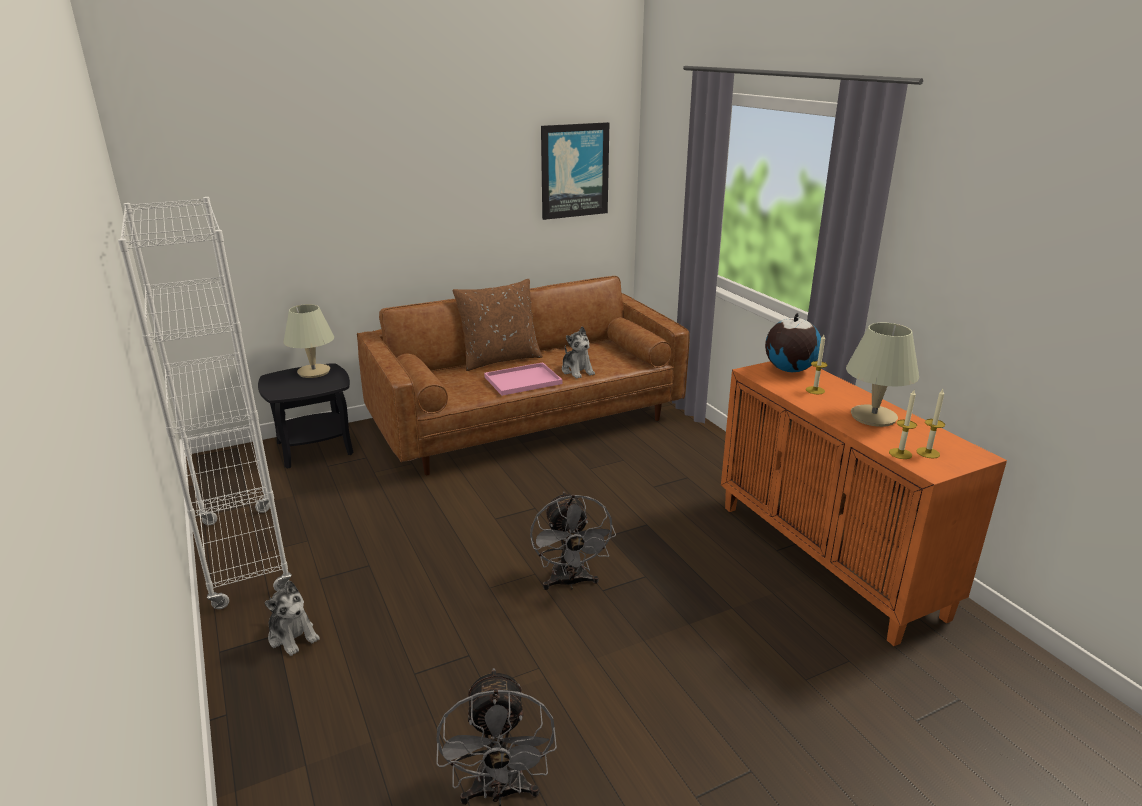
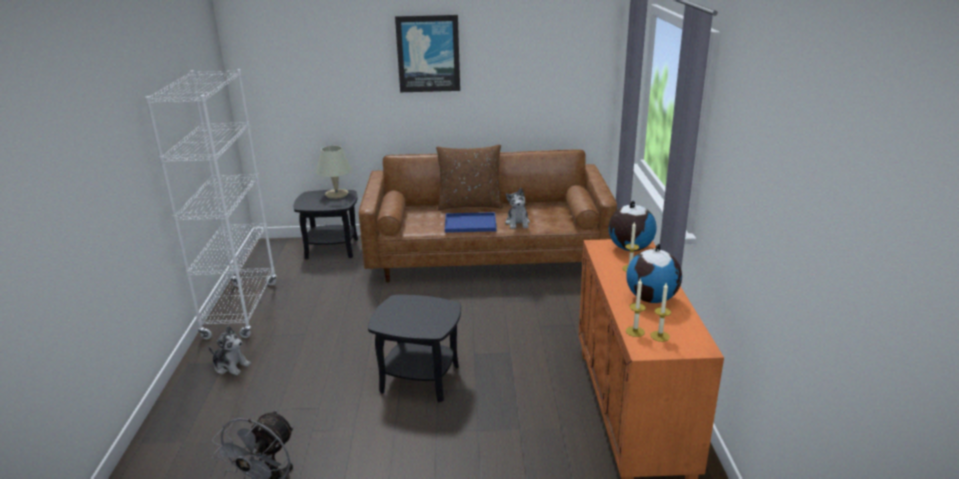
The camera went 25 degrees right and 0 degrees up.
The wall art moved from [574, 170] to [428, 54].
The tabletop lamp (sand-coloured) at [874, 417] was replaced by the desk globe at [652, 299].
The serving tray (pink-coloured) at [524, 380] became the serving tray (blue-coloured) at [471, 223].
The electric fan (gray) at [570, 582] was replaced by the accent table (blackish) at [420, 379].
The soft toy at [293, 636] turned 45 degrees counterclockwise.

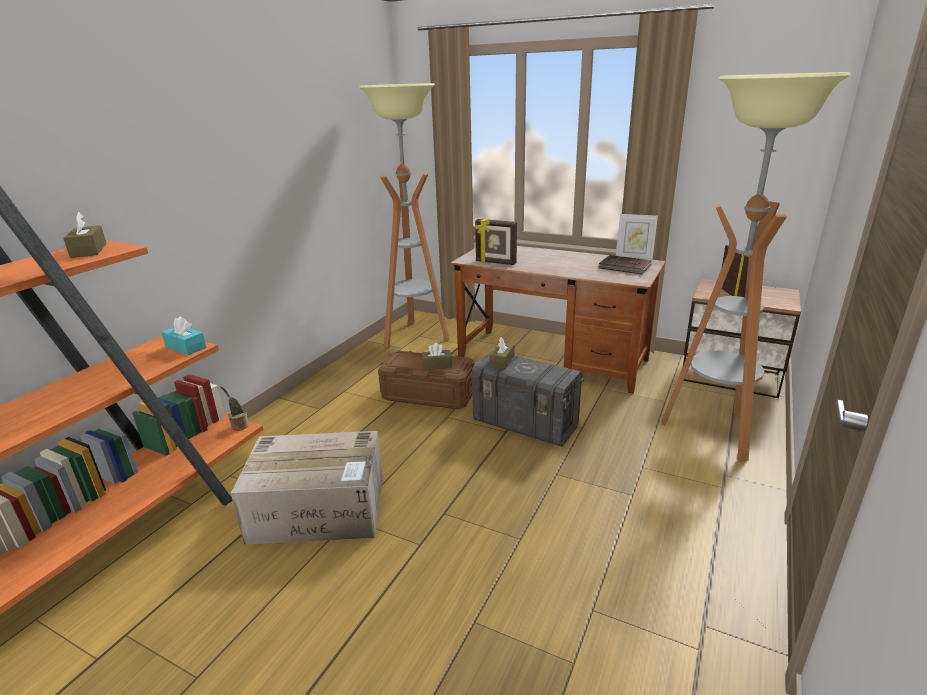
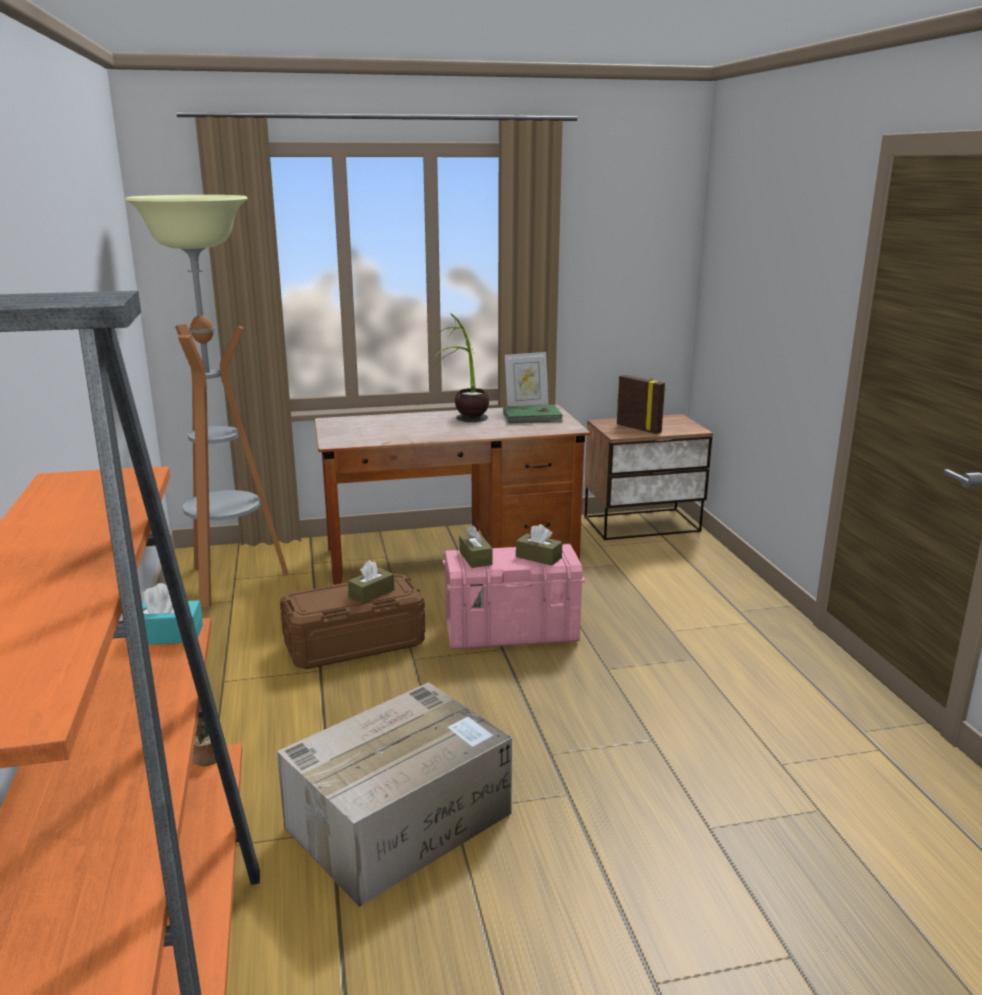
The camera went 40 degrees left and 5 degrees down.
The floor lamp at [714, 431] disappeared.
The tissue box (brown-coloured) moved from [89, 250] to [538, 557].
The standing frame at [495, 262] disappeared.
The volume (brown-coloured) at [625, 267] became the volume (greenish) at [533, 417].
The storage container (gray) at [525, 423] became the storage container (pink-coloured) at [512, 633].
The houseplant at [465, 423] appeared.

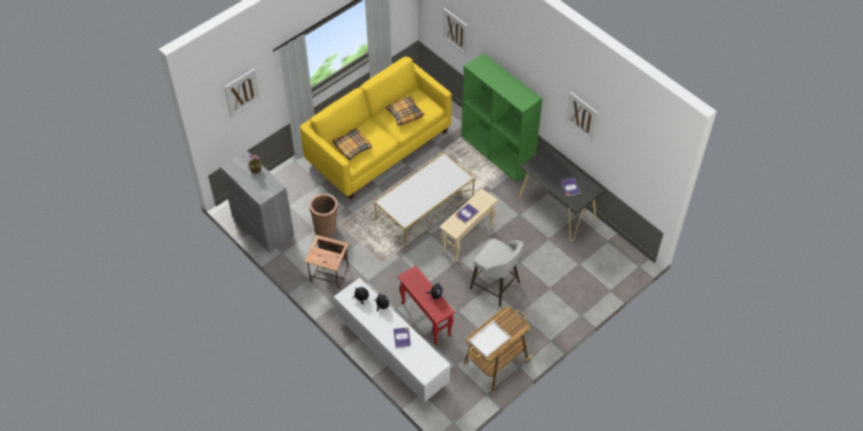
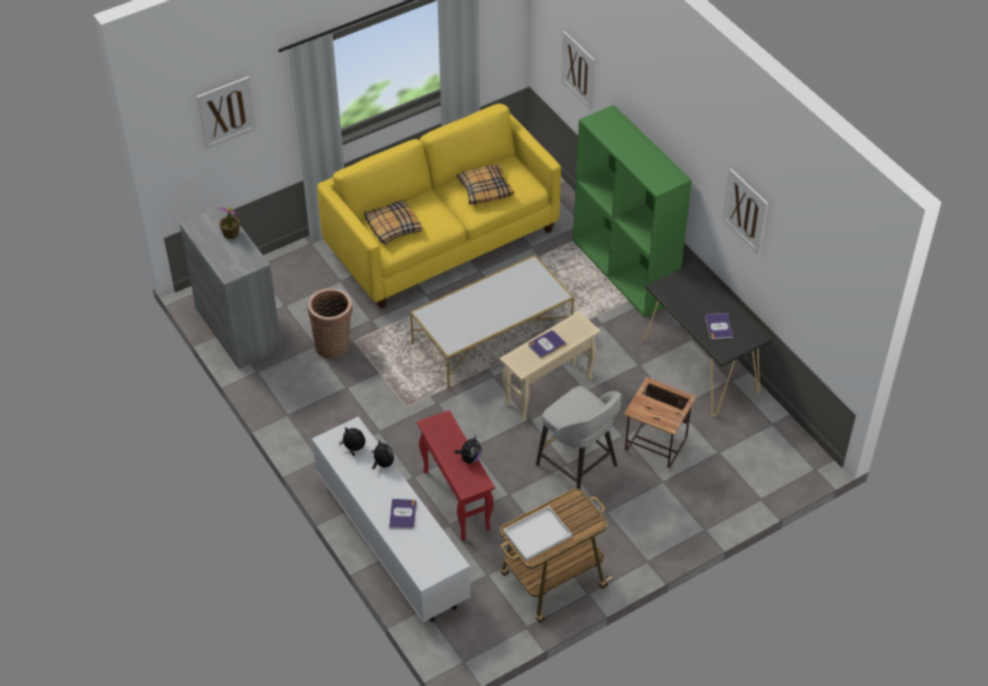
The camera went 10 degrees right and 5 degrees down.
The accent table moved from [330, 275] to [656, 445].

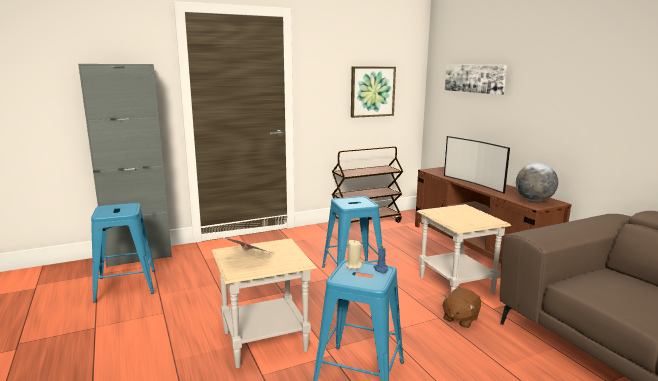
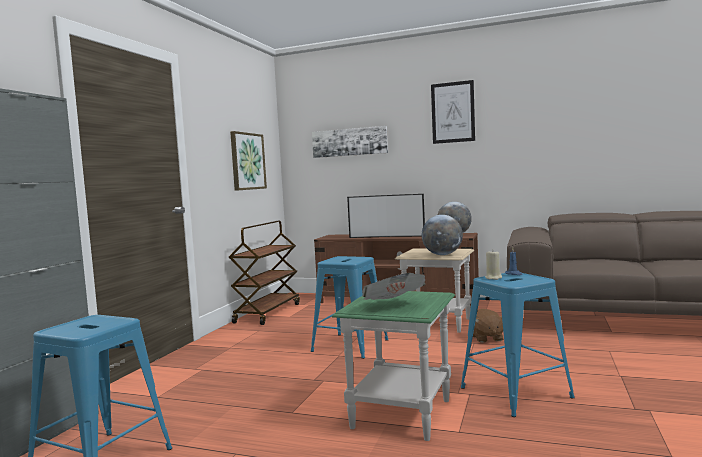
The camera went 45 degrees left and 10 degrees down.
The accent table (sand-coloured) at [264, 341] became the accent table (greenish) at [401, 414].
The wall art at [453, 112] appeared.
The desk globe at [442, 255] appeared.

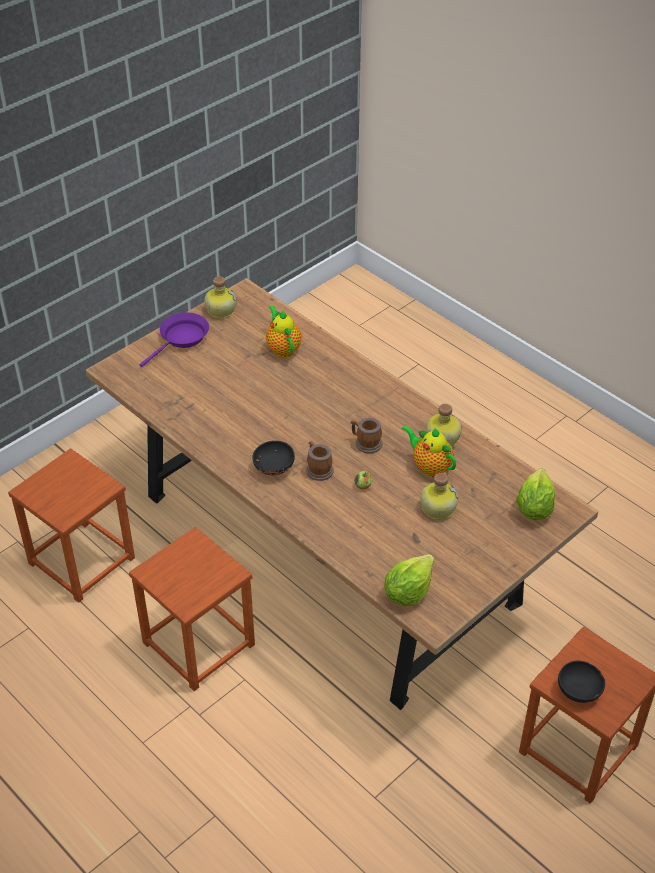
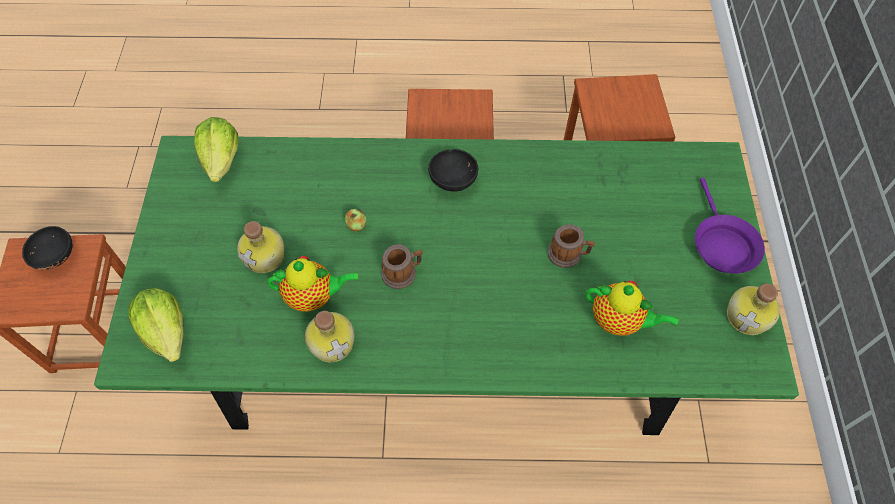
The camera went 135 degrees right and 15 degrees up.
The kitchen table (brown-coloured) at [327, 547] became the kitchen table (greenish) at [447, 340].
The coffee mug moved from [318, 469] to [568, 254].

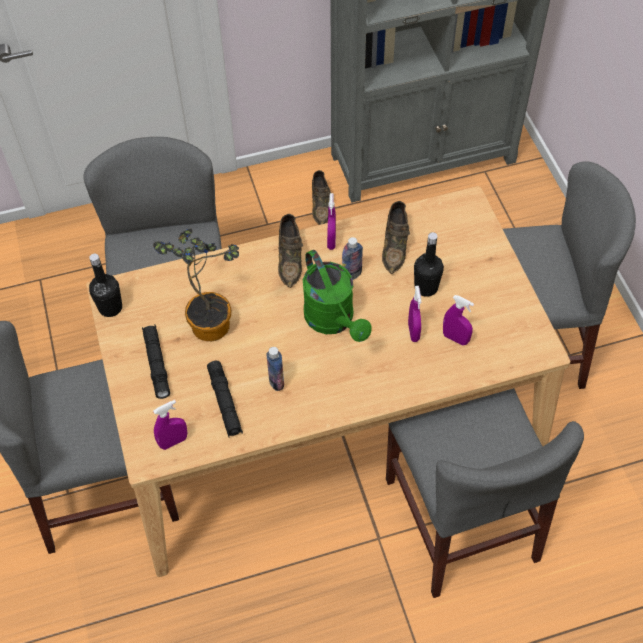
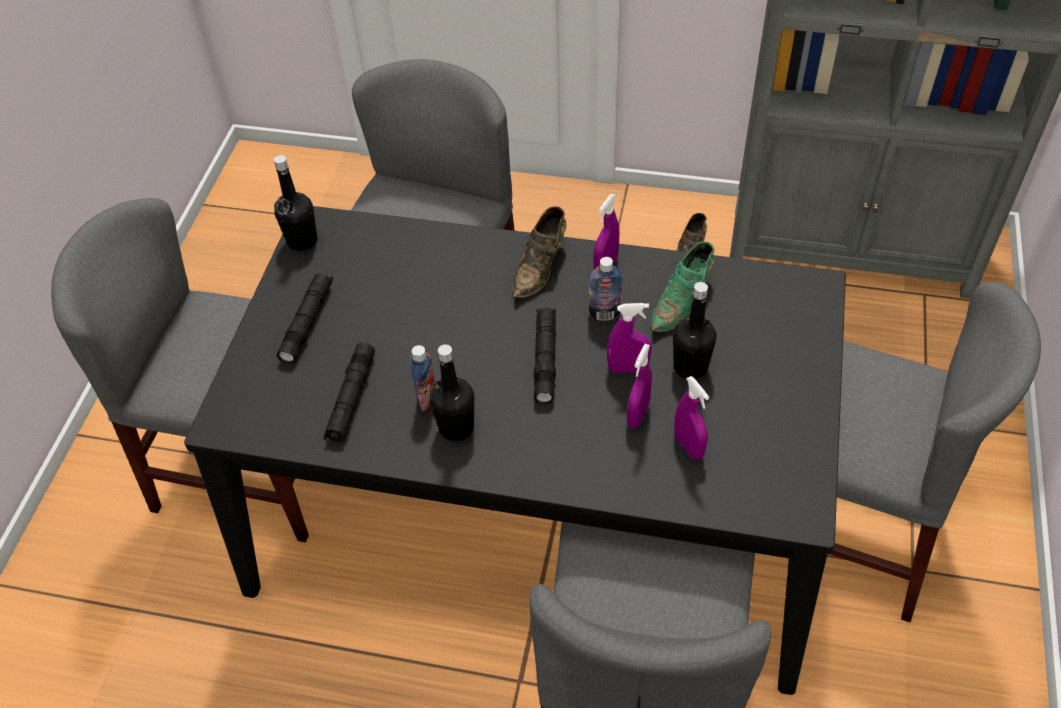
The camera went 30 degrees right and 5 degrees down.
The kitchen table (sand-coloured) at [323, 422] became the kitchen table (blackish) at [538, 507].
The shoe (brown-coloured) at [395, 246] became the shoe (greenish) at [683, 302].
The houseplant at [209, 320] disappeared.
The sprinkling can (greenish) at [334, 321] was replaced by the flashlight (blackish) at [545, 359].
The spray bottle (purple-coloured) moved from [173, 441] to [628, 368].
The drink bottle (blackish) at [456, 427] appeared.

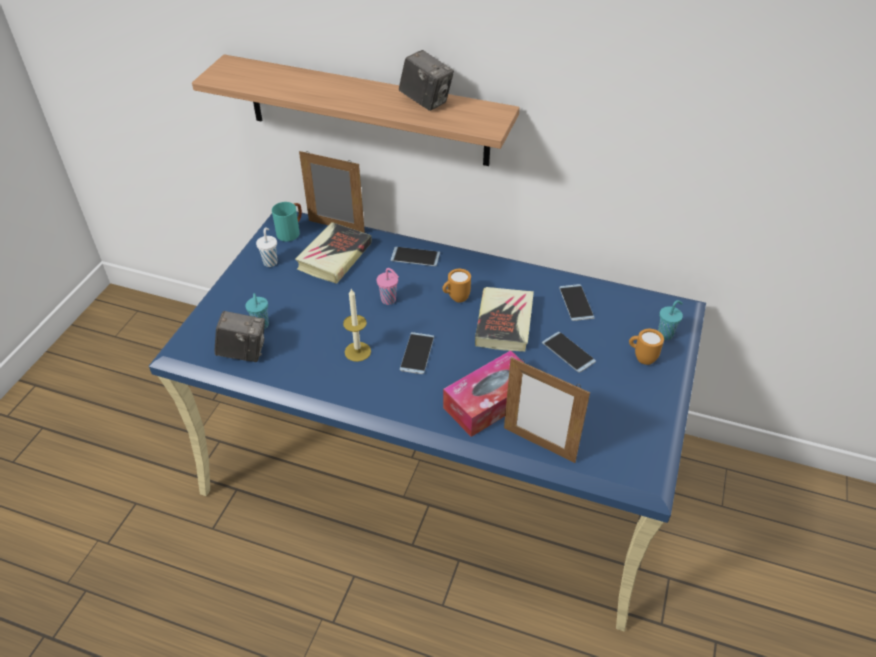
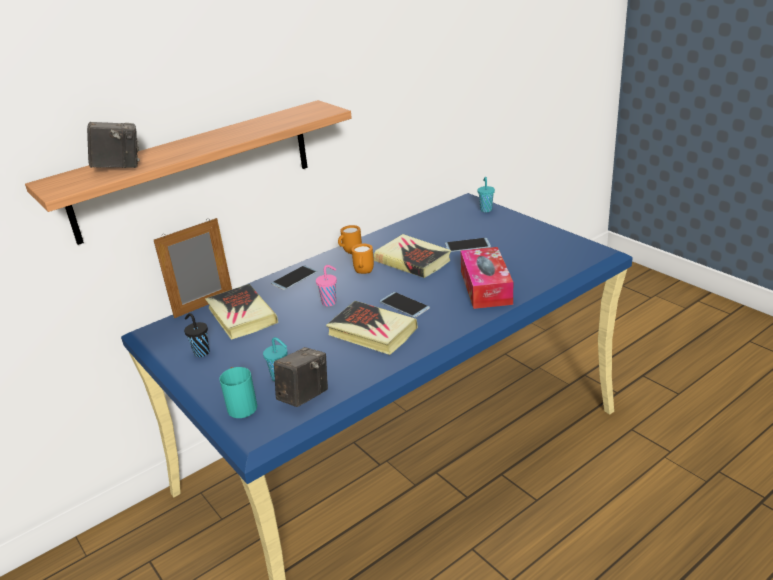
The camera went 55 degrees left and 15 degrees down.
The photo camera moved from [426, 101] to [118, 168].
The coffee mug (blue-green) moved from [291, 232] to [241, 405].
The small cup (white) at [270, 262] became the small cup (blackish) at [201, 352].
The phone at [576, 302] disappeared.
The wax light at [357, 351] was replaced by the volume at [372, 332].
The coffee mug (orange) moved from [641, 358] to [350, 253].
The standing frame at [539, 444] disappeared.

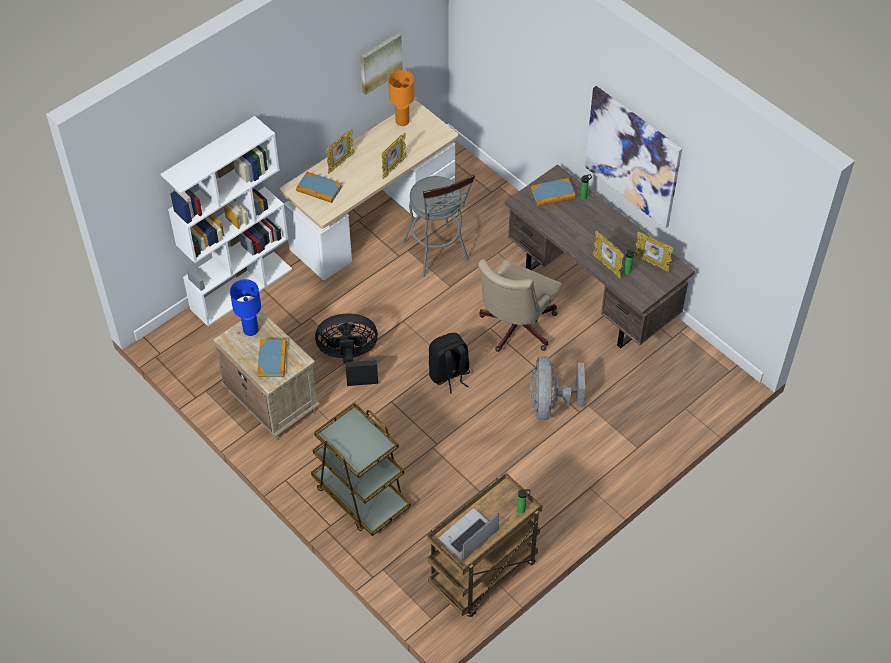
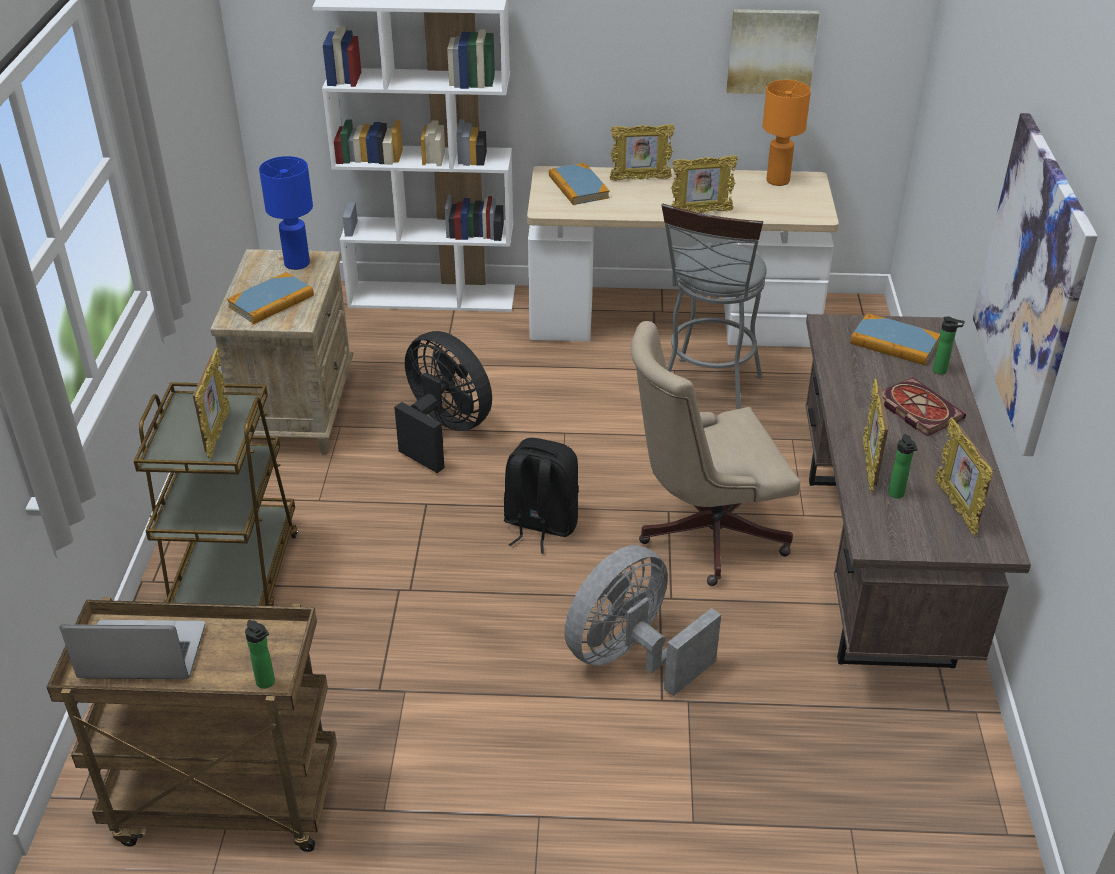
The camera went 45 degrees right and 15 degrees down.
The standing frame at [217, 434] appeared.
The volume at [916, 409] appeared.

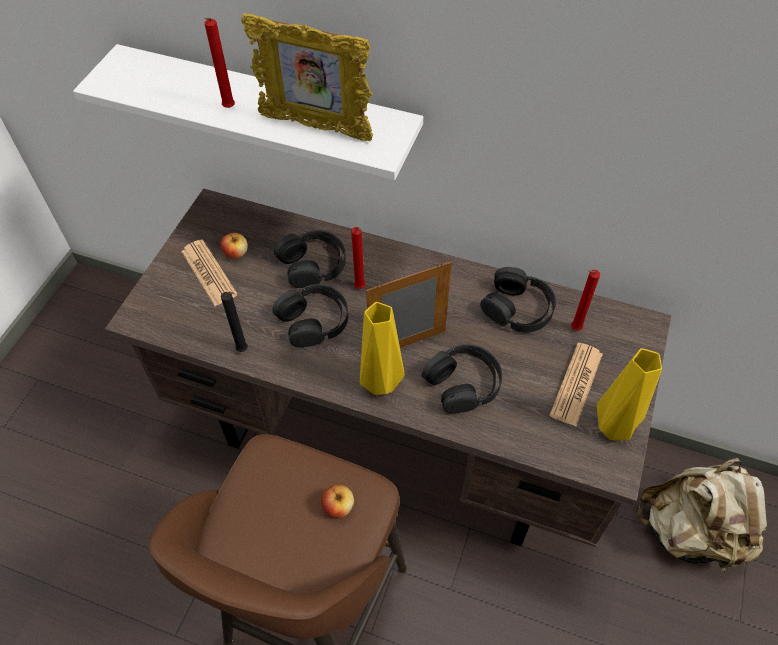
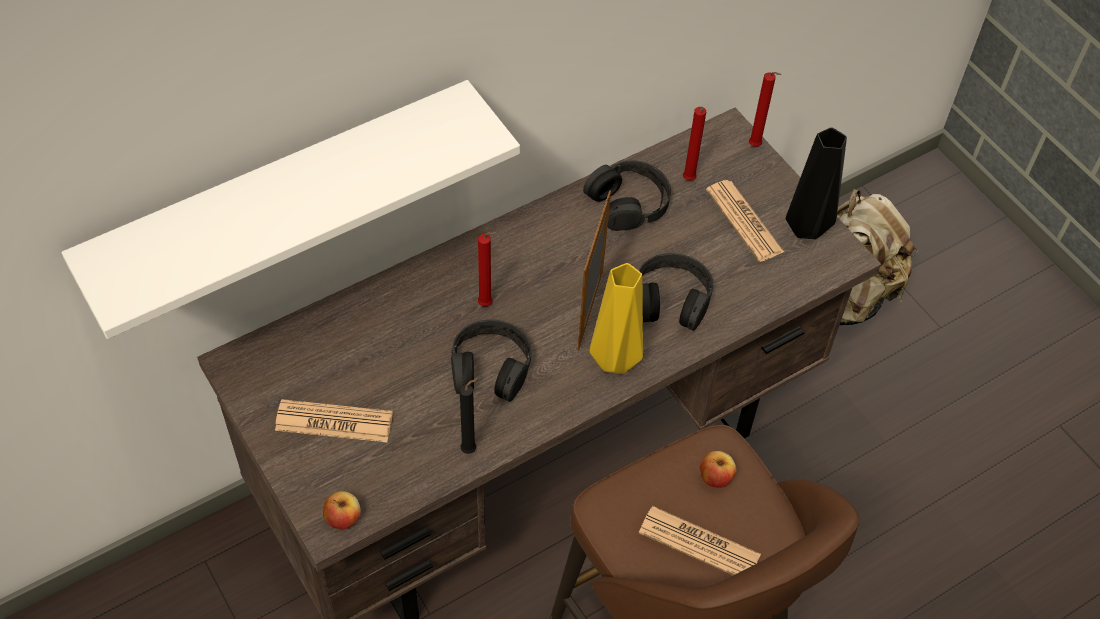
The camera went 55 degrees left and 0 degrees up.
The standing frame at [316, 127] disappeared.
The wax light (red) moved from [228, 109] to [756, 147].
The headphones (blackish) at [313, 264] disappeared.
The apple moved from [236, 253] to [343, 518].
The flower vase (yellow-coloured) at [614, 425] became the flower vase (blackish) at [805, 226].
The newspaper at [699, 544] appeared.

